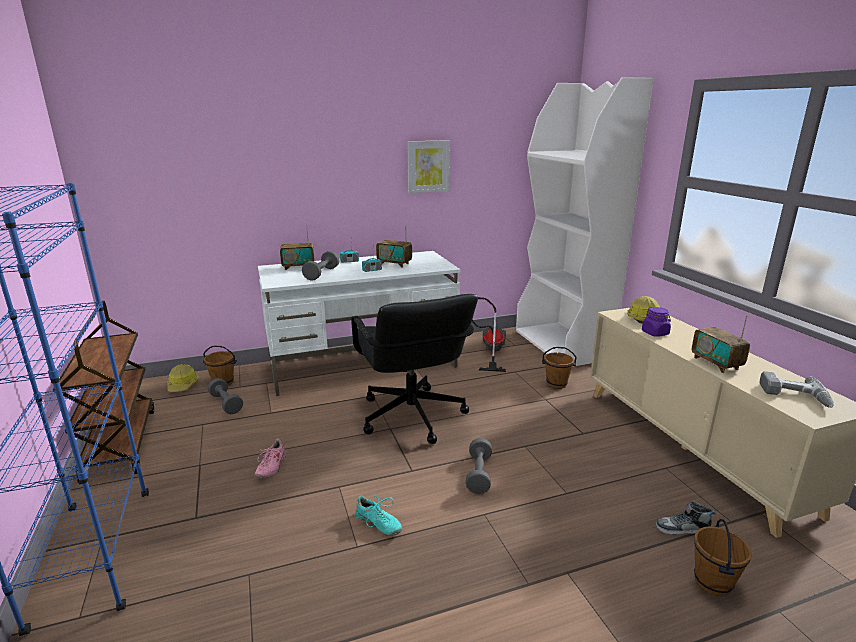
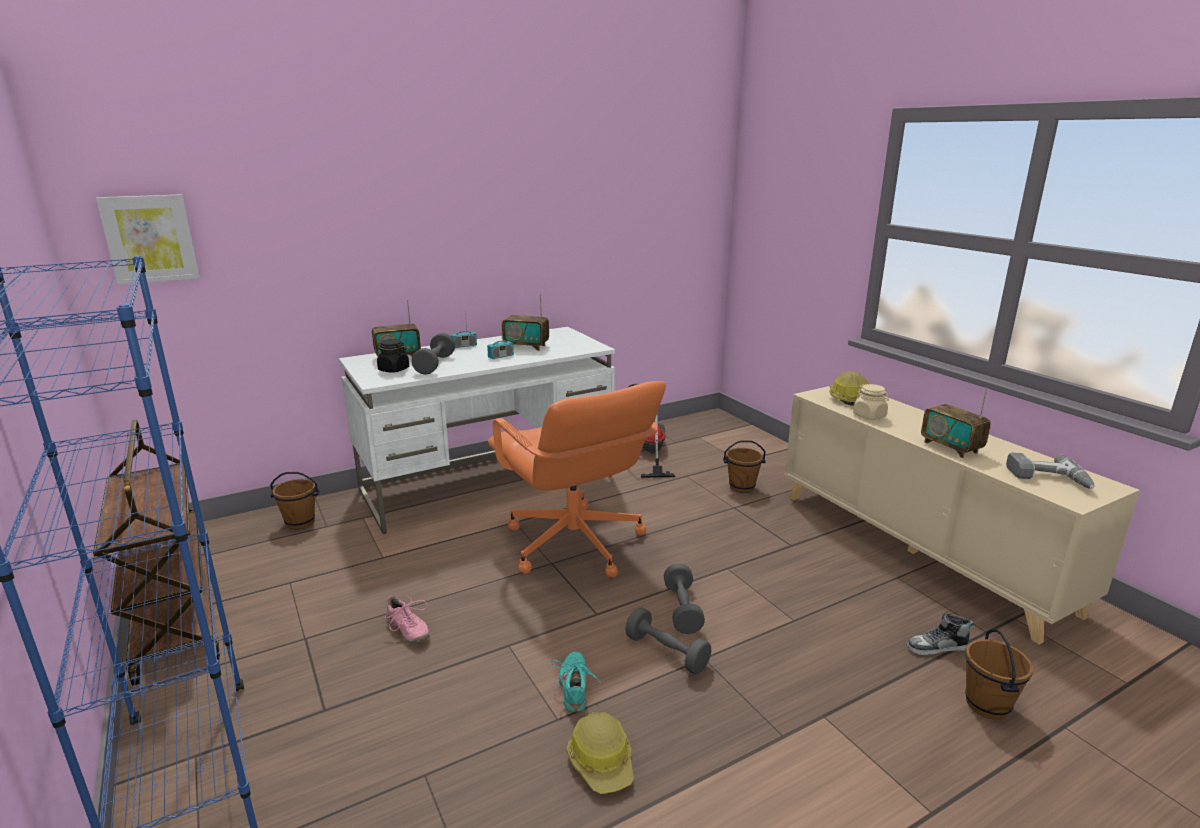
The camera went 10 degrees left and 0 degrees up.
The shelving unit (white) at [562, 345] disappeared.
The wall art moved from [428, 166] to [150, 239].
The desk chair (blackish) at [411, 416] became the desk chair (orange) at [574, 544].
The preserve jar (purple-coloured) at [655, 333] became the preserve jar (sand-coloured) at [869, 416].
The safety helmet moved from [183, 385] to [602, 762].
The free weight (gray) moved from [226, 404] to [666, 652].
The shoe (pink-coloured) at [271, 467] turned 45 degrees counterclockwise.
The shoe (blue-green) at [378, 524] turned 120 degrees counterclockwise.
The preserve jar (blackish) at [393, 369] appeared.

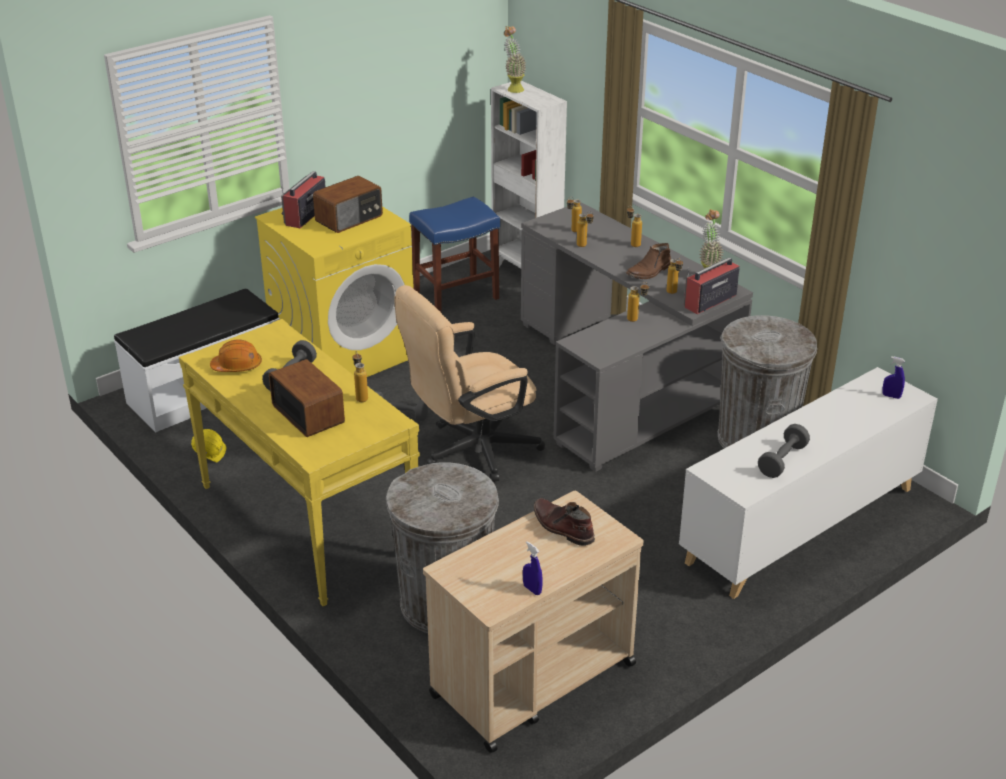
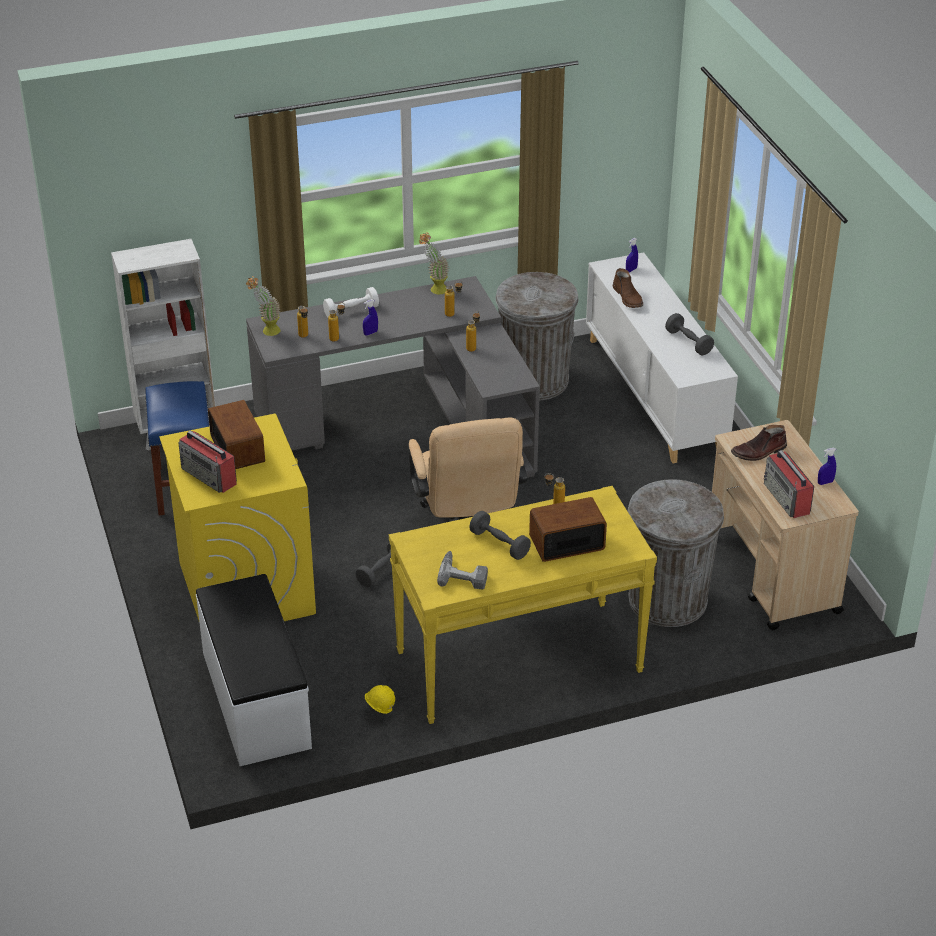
The camera went 70 degrees left and 5 degrees up.
The houseplant moved from [513, 88] to [266, 331].
The drink bottle at [632, 243] was replaced by the free weight (white) at [351, 311].
The boot (brown-coloured) moved from [649, 271] to [628, 298].
The radio receiver moved from [709, 301] to [787, 499].
The safety helmet (orange) at [237, 366] was replaced by the electric drill at [463, 574].
The spray bottle (blue-coloured) at [370, 333] appeared.

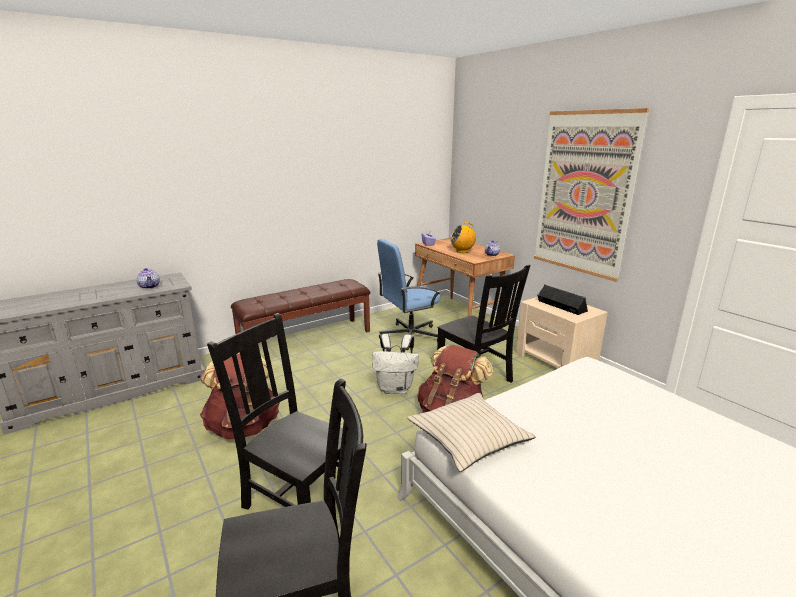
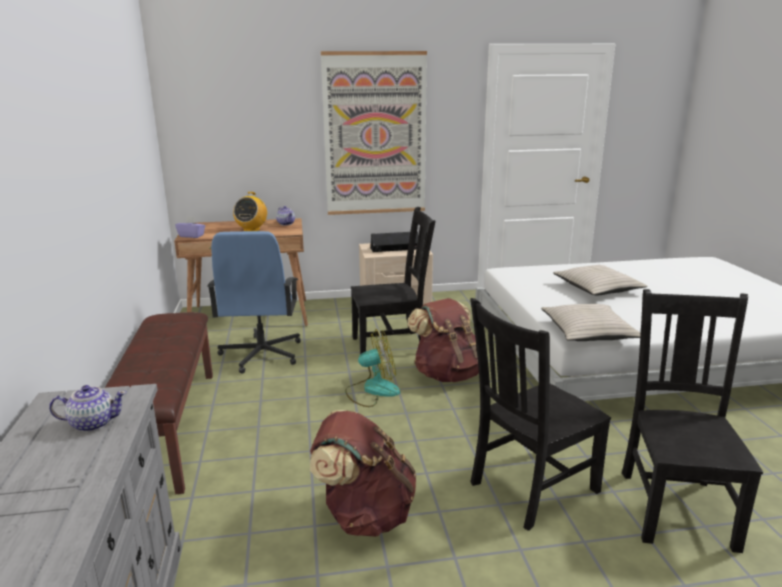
The camera went 65 degrees left and 0 degrees up.
The backpack (white) at [396, 388] was replaced by the electric fan at [372, 390].
The pillow (sand-coloured) at [597, 288] appeared.

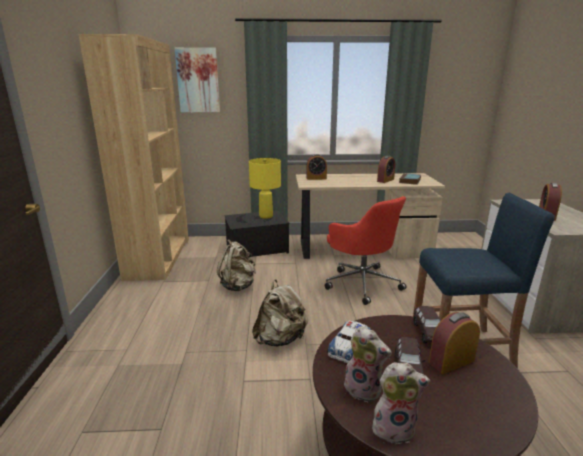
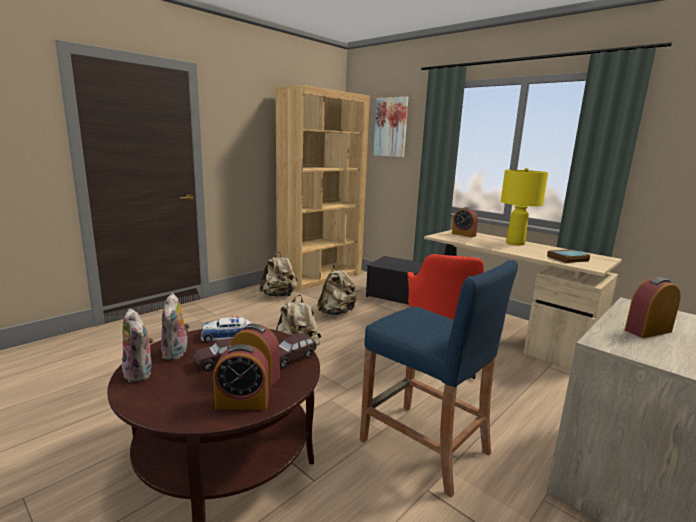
The camera went 45 degrees right and 5 degrees down.
The table clock moved from [385, 180] to [242, 402].
The tabletop lamp (yellow-coloured) moved from [266, 216] to [515, 243].
The backpack (sand-coloured) at [279, 295] appeared.

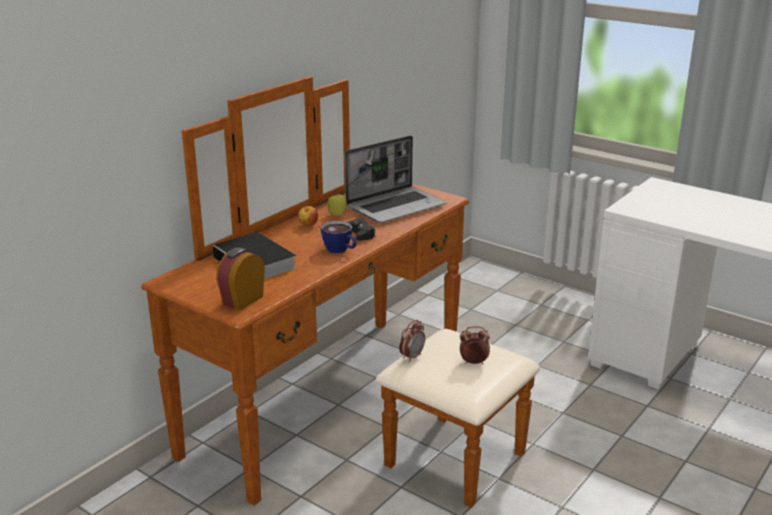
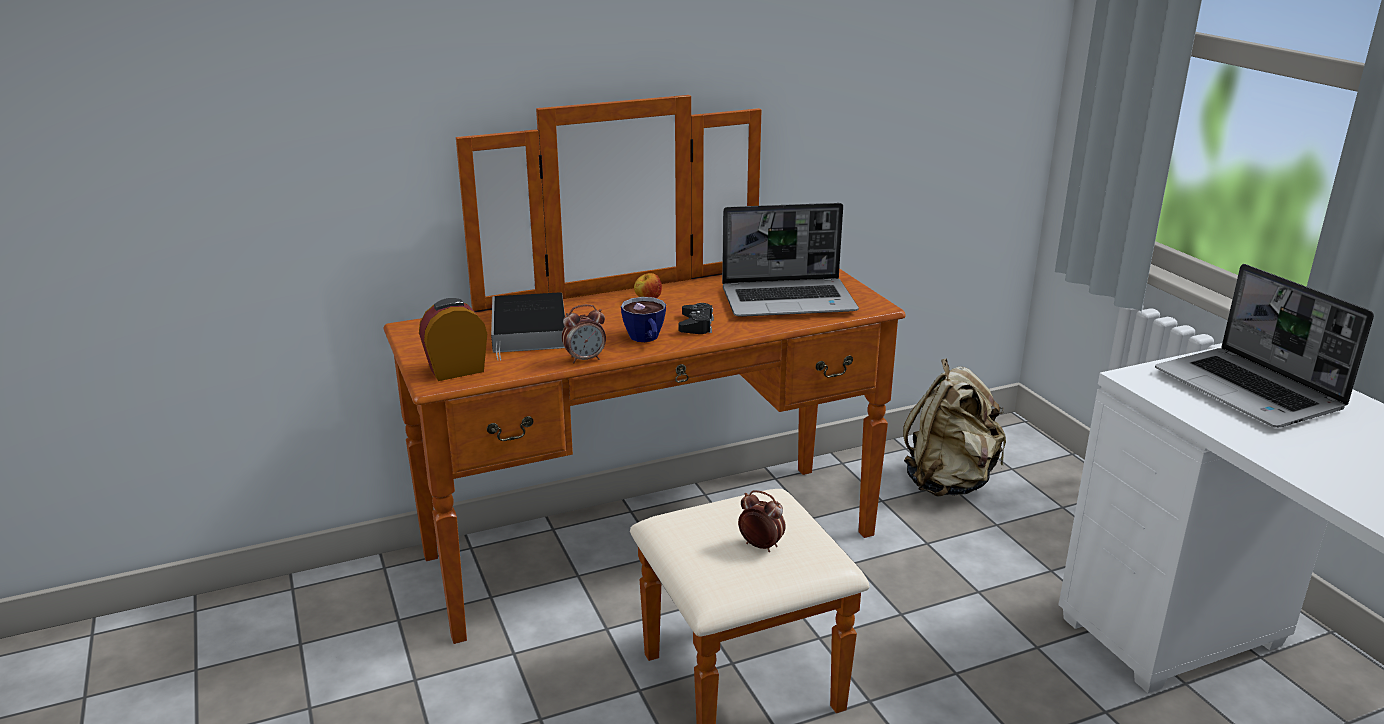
The camera went 30 degrees right and 0 degrees up.
The apple at [337, 214] disappeared.
The table clock moved from [412, 357] to [585, 359].
The notebook computer at [1249, 391] appeared.
The backpack (sand-coloured) at [949, 482] appeared.

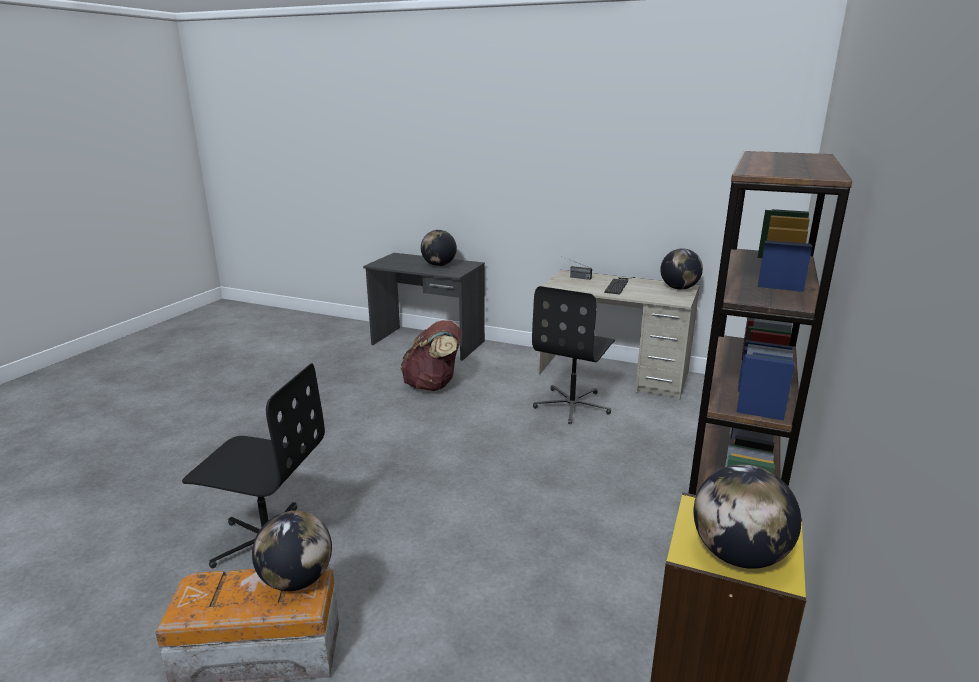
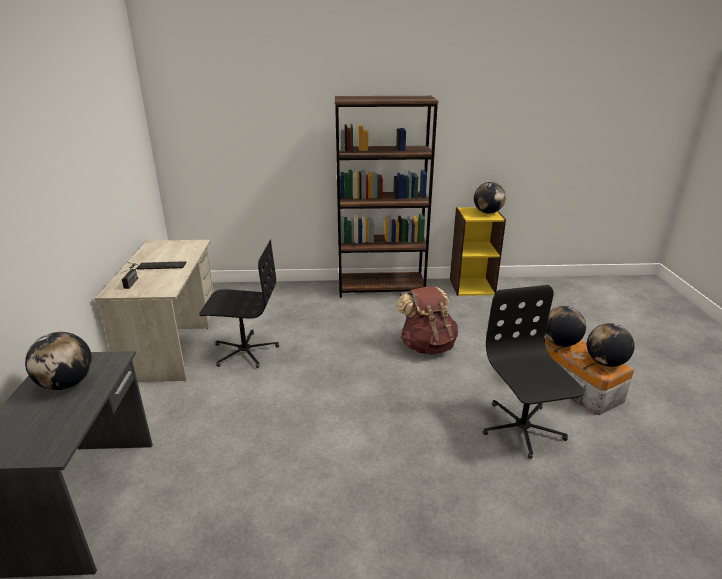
The camera went 115 degrees left and 5 degrees up.
The desk globe moved from [679, 288] to [605, 362].
The backpack (brown-coloured) moved from [433, 385] to [427, 346].

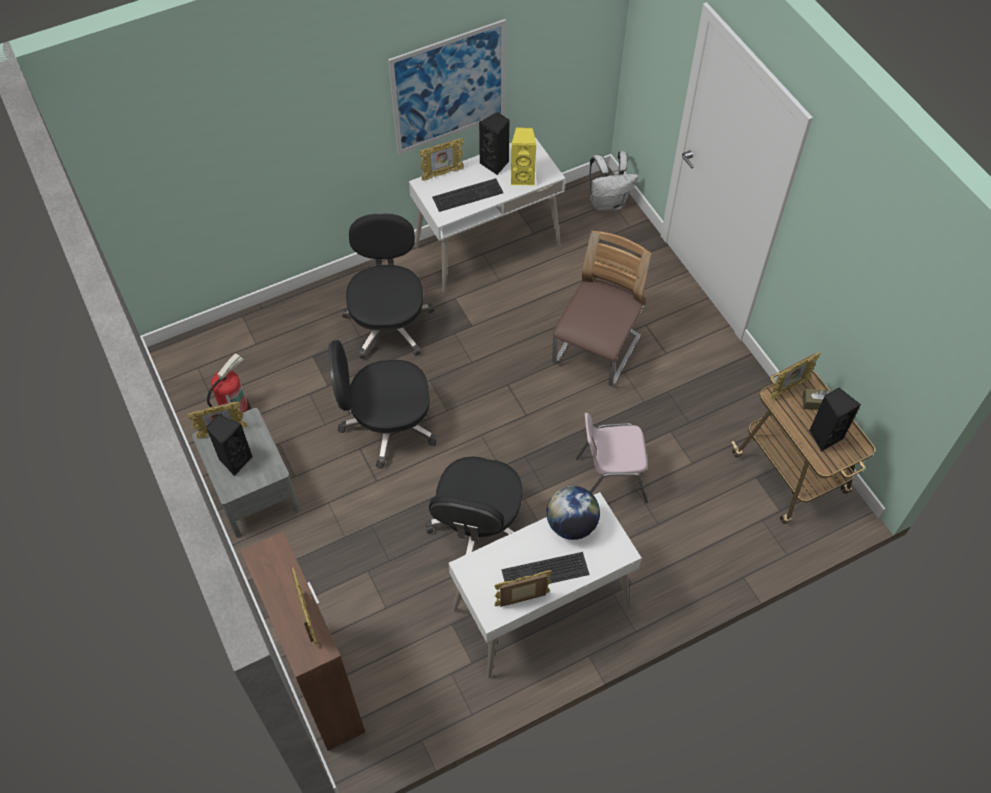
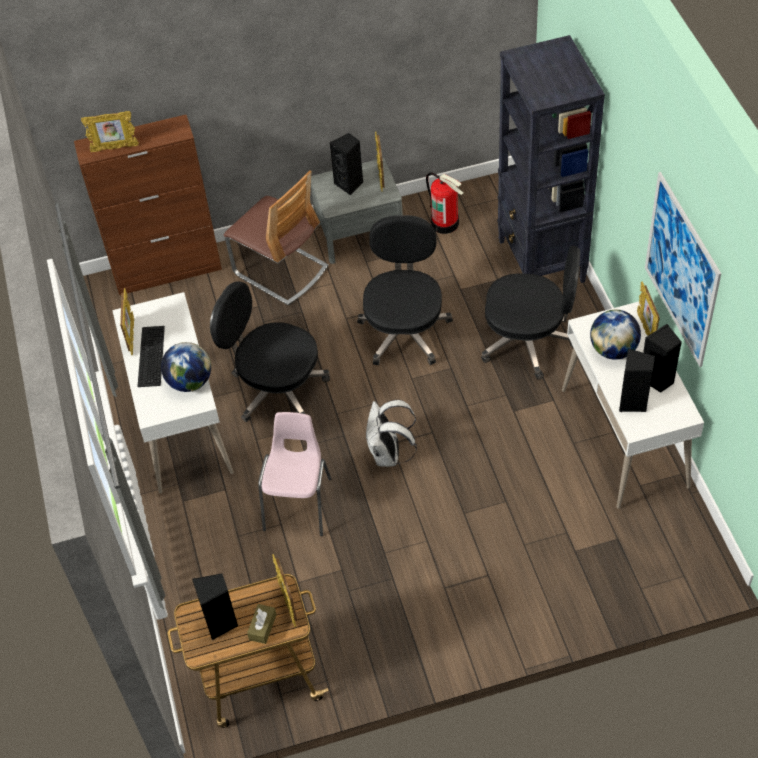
The camera went 105 degrees right and 5 degrees down.
The loudspeaker (yellow-coloured) at [523, 177] became the loudspeaker (blackish) at [633, 403].
The backpack (white) moved from [608, 203] to [389, 455].
The computer keyboard at [468, 194] was replaced by the desk globe at [613, 350].
The upright chair moved from [596, 351] to [281, 270].
The shelving unit (blackish) at [541, 262] appeared.

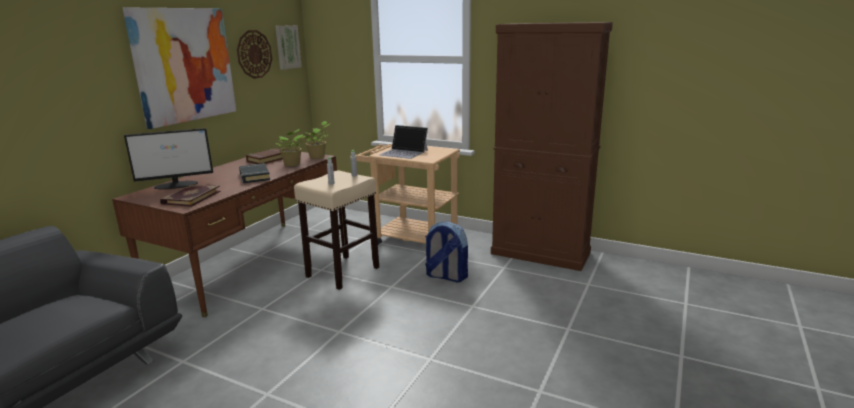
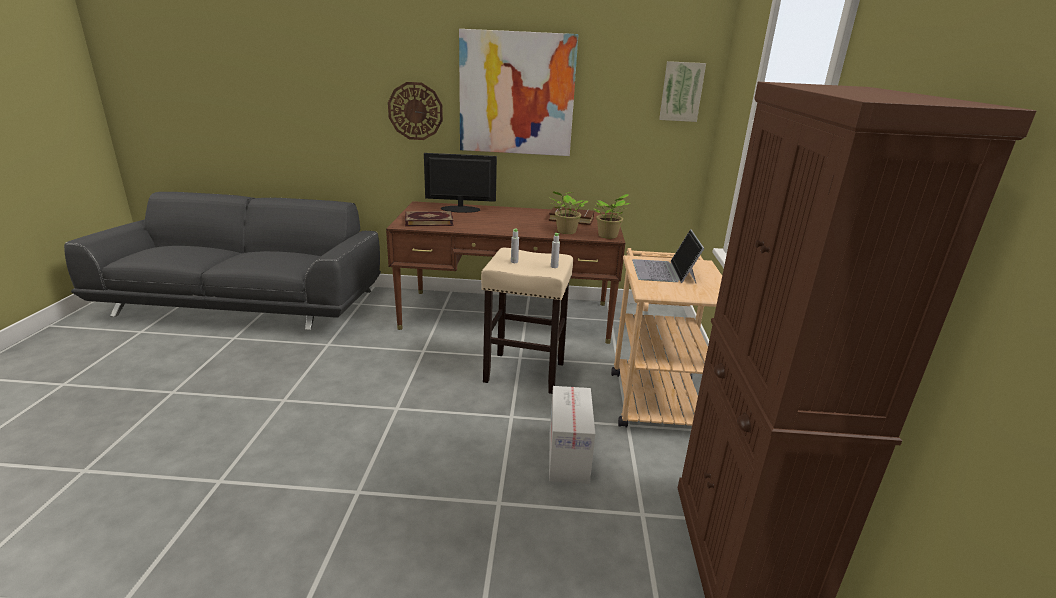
The camera went 65 degrees right and 5 degrees up.
The hanging clock moved from [254, 54] to [415, 111].
The computer display at [177, 185] turned 135 degrees clockwise.
The volume (blackish) at [254, 176] disappeared.
The backpack at [445, 276] was replaced by the cardboard box at [568, 456].

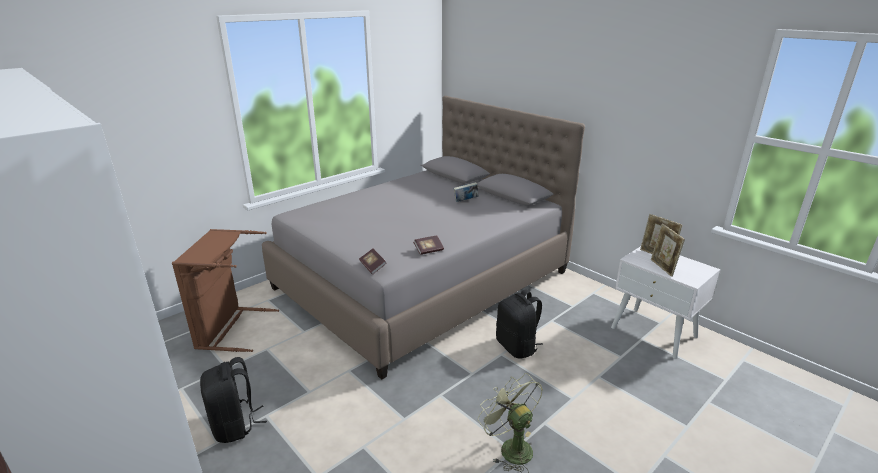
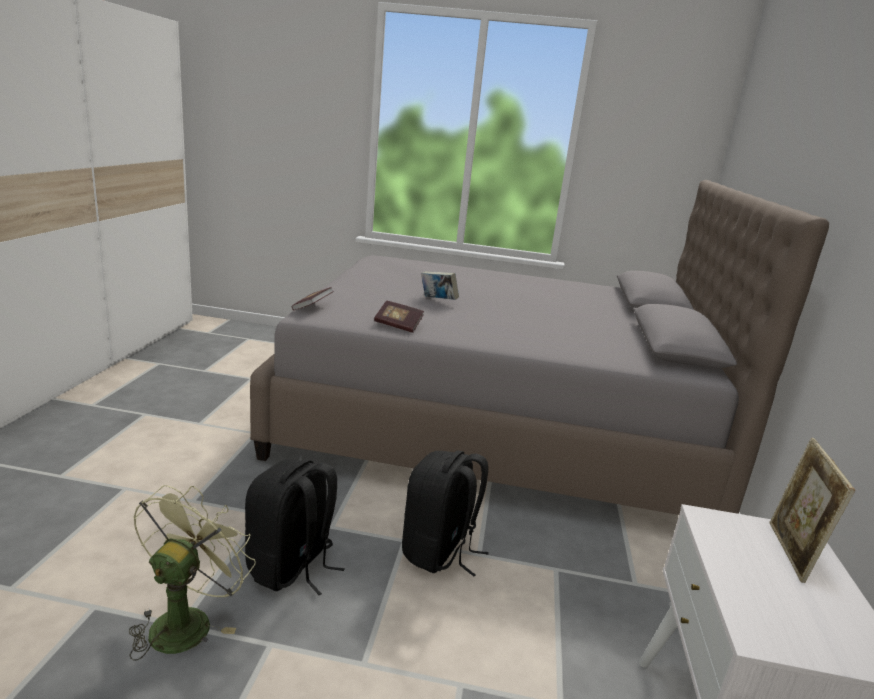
The camera went 50 degrees right and 5 degrees down.
The volume moved from [466, 201] to [438, 300].
The standing frame at [663, 268] disappeared.
The laundry basket (brown-coloured) at [230, 329] disappeared.
The backpack (blackish) moved from [235, 425] to [292, 567].

